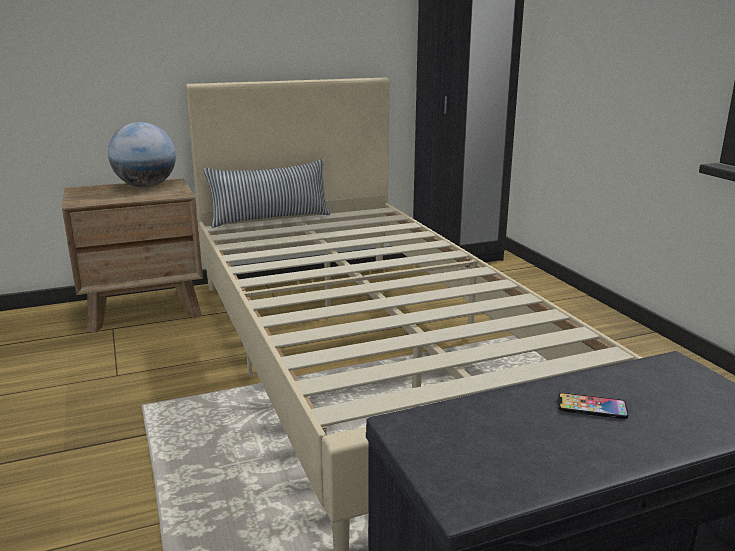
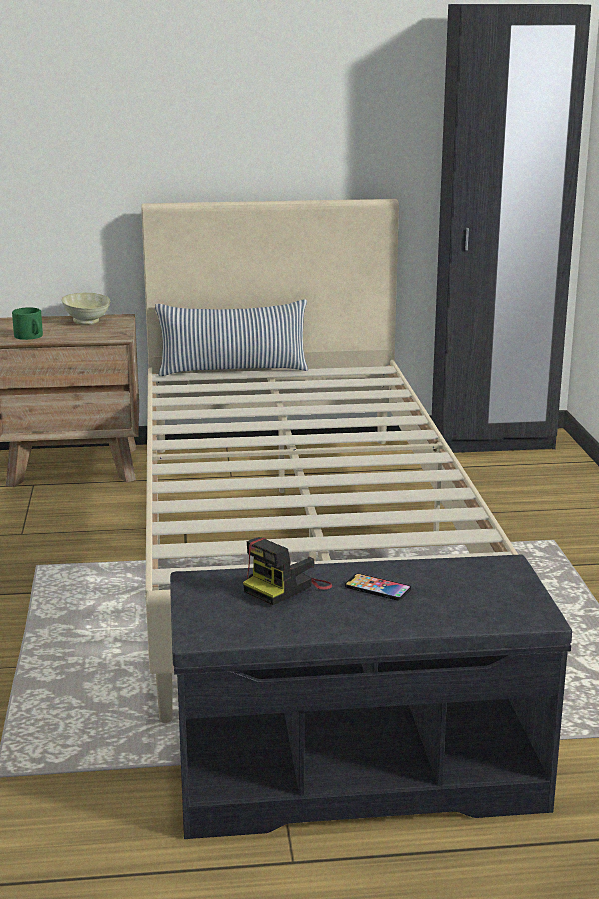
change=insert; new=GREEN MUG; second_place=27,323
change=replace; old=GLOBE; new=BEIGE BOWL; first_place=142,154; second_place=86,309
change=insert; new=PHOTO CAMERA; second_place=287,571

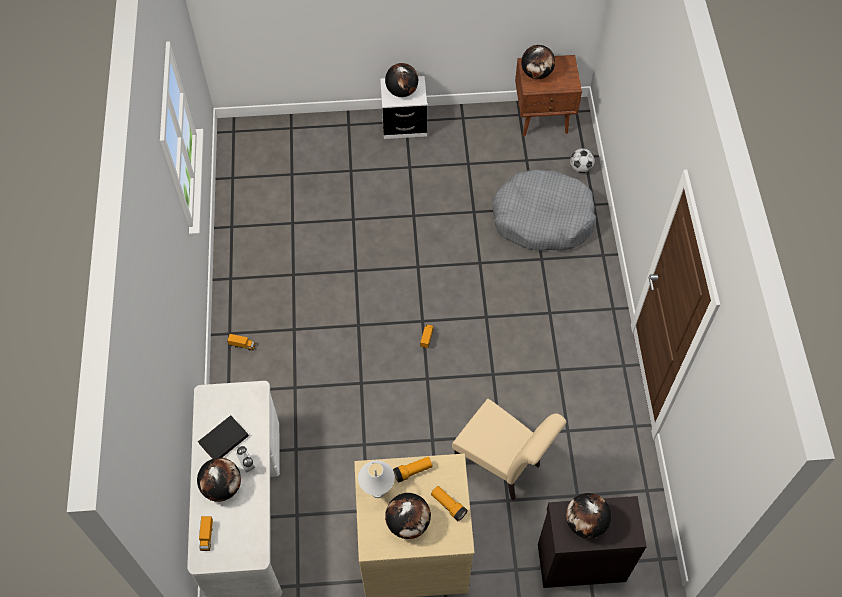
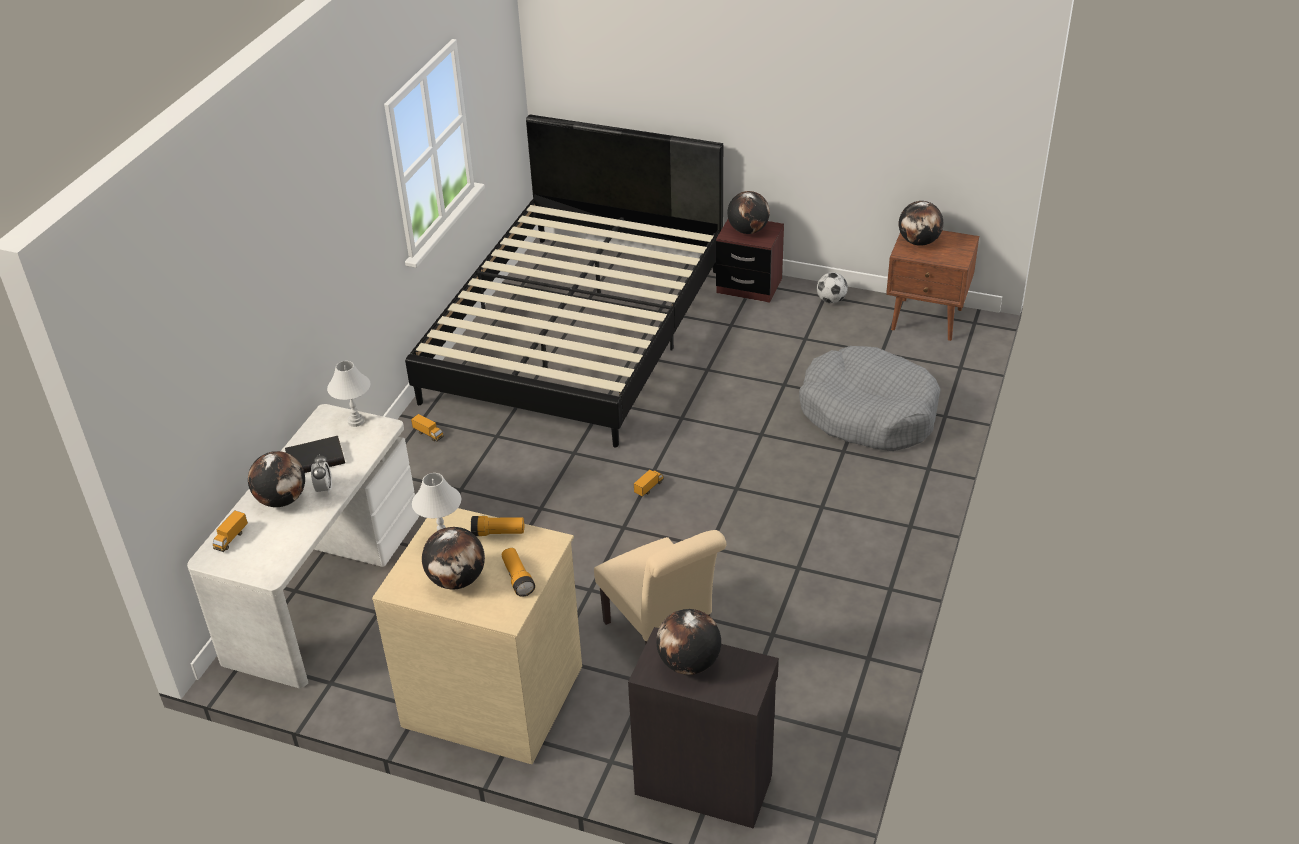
change=insert; new=WHITE TABLE LAMP; second_place=348,394
change=insert; new=BLACK BED; second_place=564,281
change=recolor; old=WHITE NIGHTSTAND; new=BROWN NIGHTSTAND; first_place=403,107; second_place=750,261
change=move; old=FOOTBALL; first_place=582,160; second_place=832,287

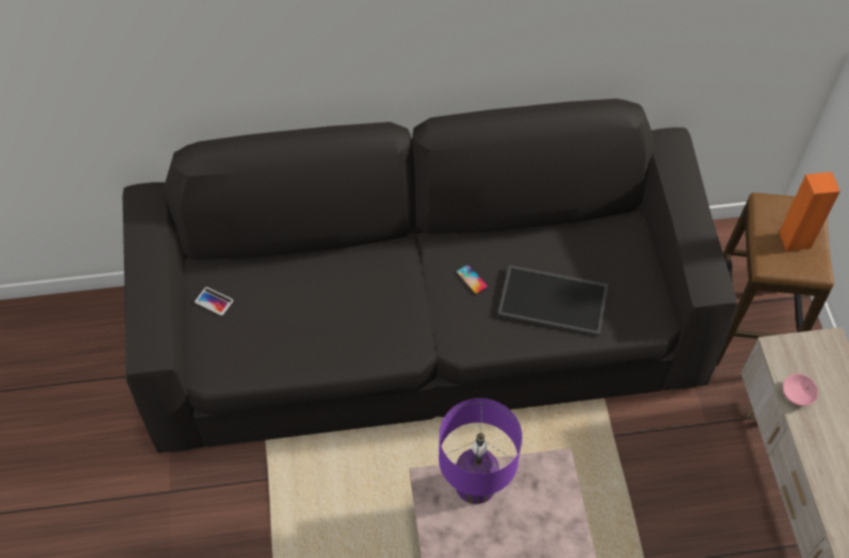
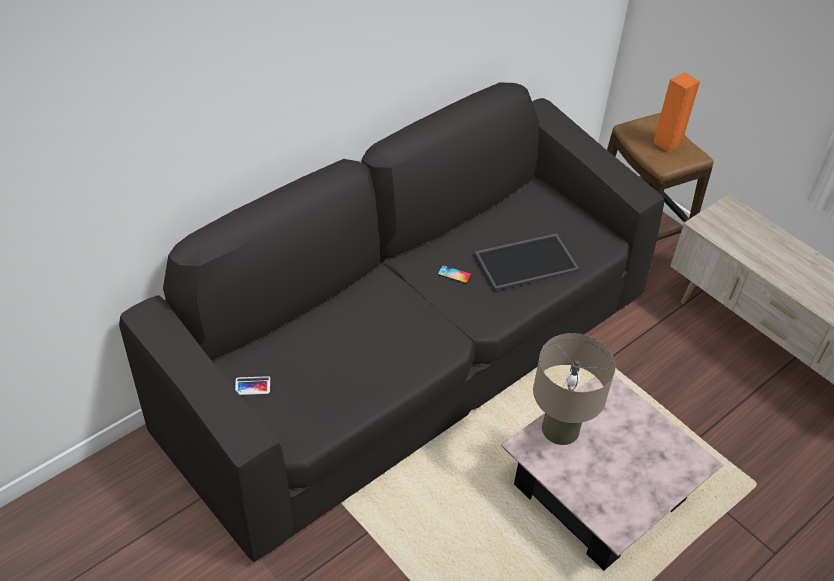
change=recolor; old=PURPLE TABLE LAMP; new=BEIGE TABLE LAMP; first_place=480,451; second_place=574,389
change=delete; old=PINK BOWL; first_place=800,389

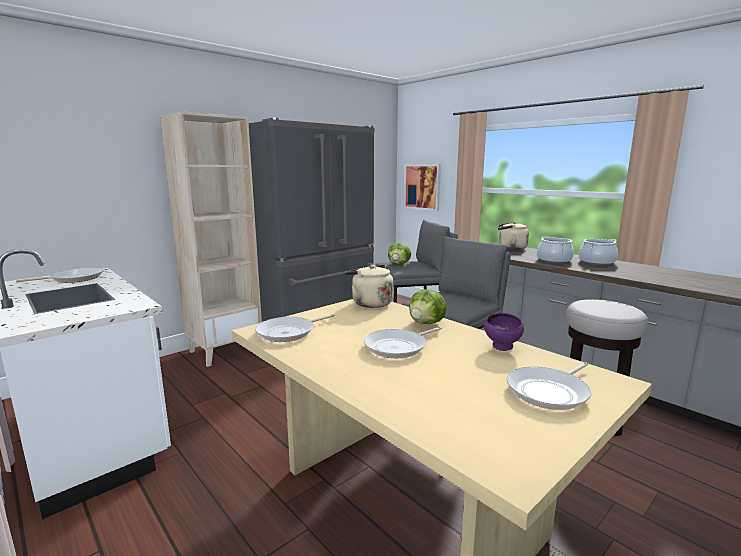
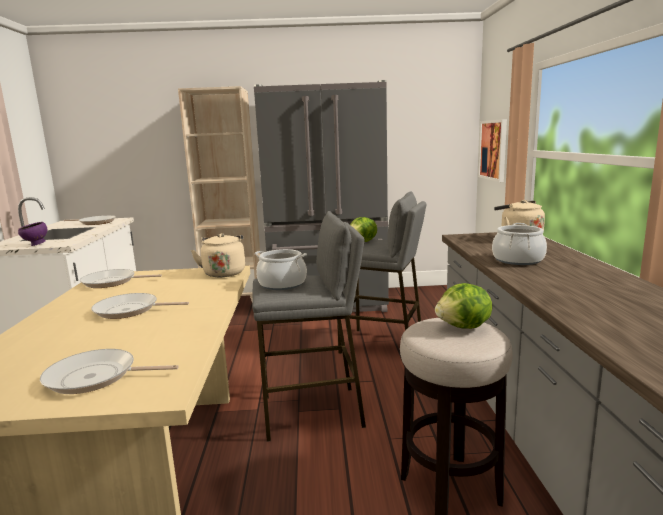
change=move; old=PURPLE BOWL; first_place=504,332; second_place=32,234
change=move; old=COOKING POT; first_place=598,252; second_place=281,269
change=move; old=LETTUCE; first_place=428,306; second_place=463,306

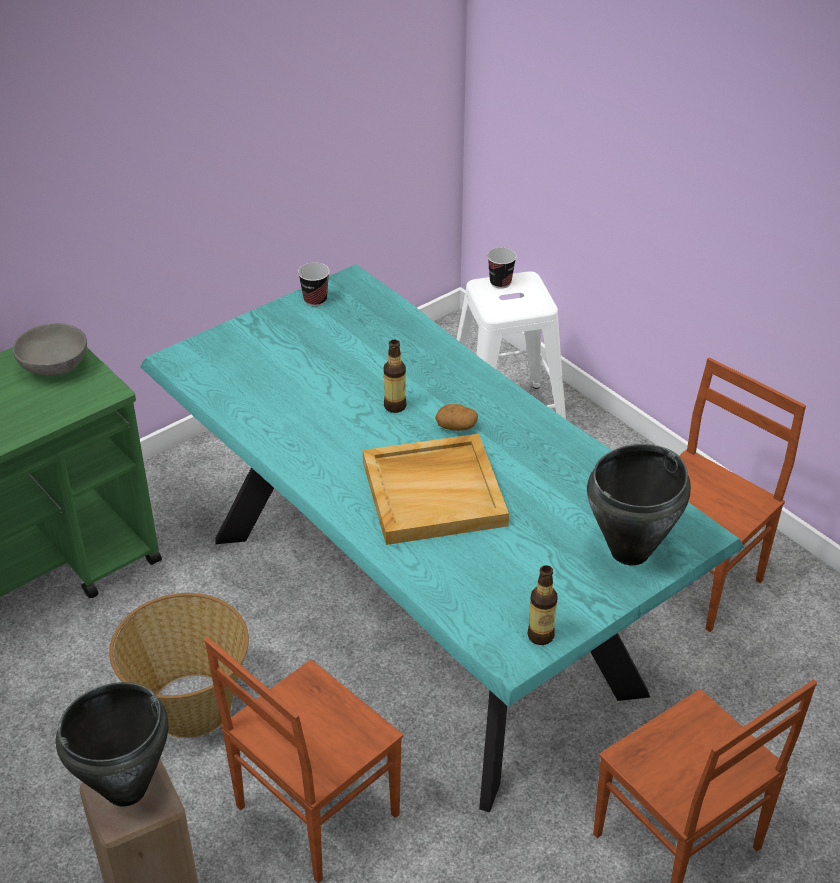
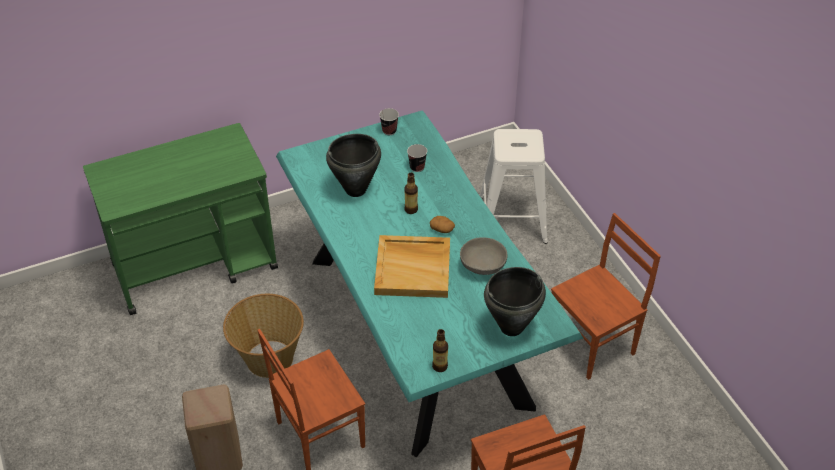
change=move; old=BLACK COOKING POT; first_place=112,744; second_place=353,165
change=move; old=CUP; first_place=502,268; second_place=417,158
change=move; old=GREY BOWL; first_place=50,349; second_place=483,256

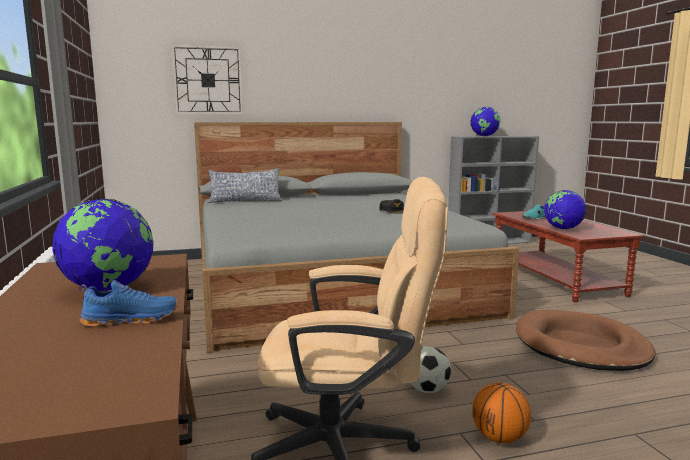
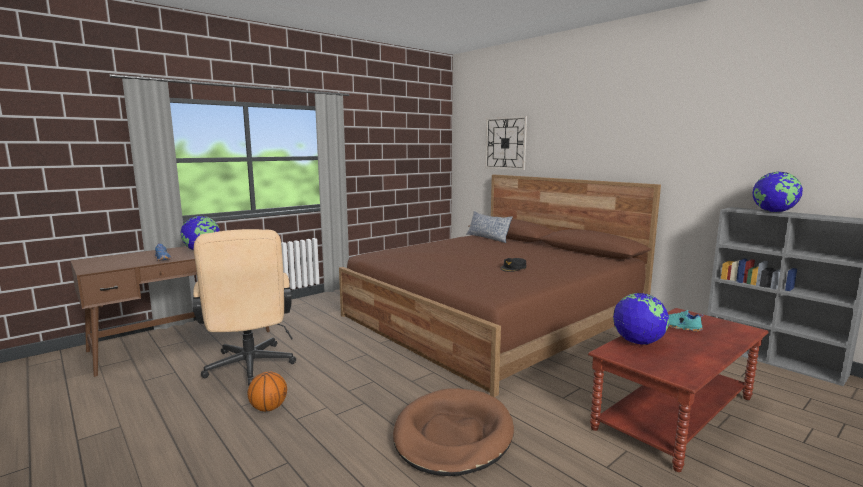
change=recolor; old=GREY BED; new=BROWN BED; first_place=356,237; second_place=500,286
change=delete; old=FOOTBALL; first_place=430,369

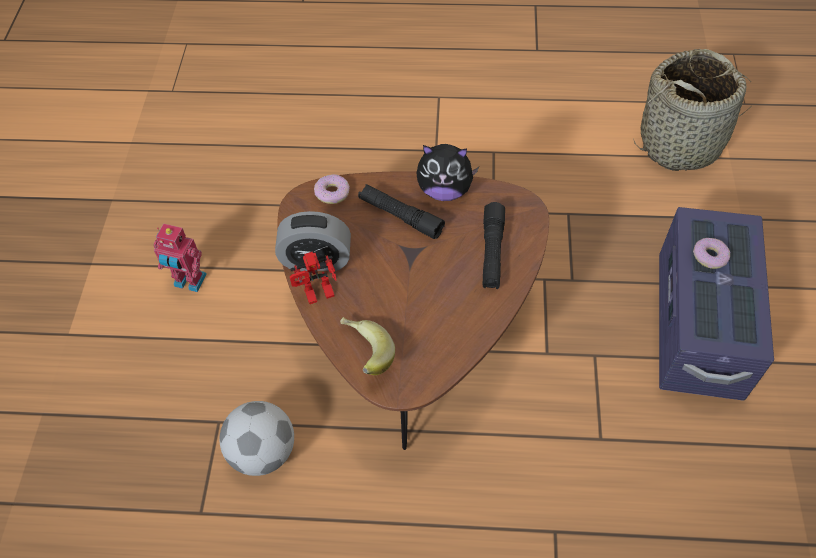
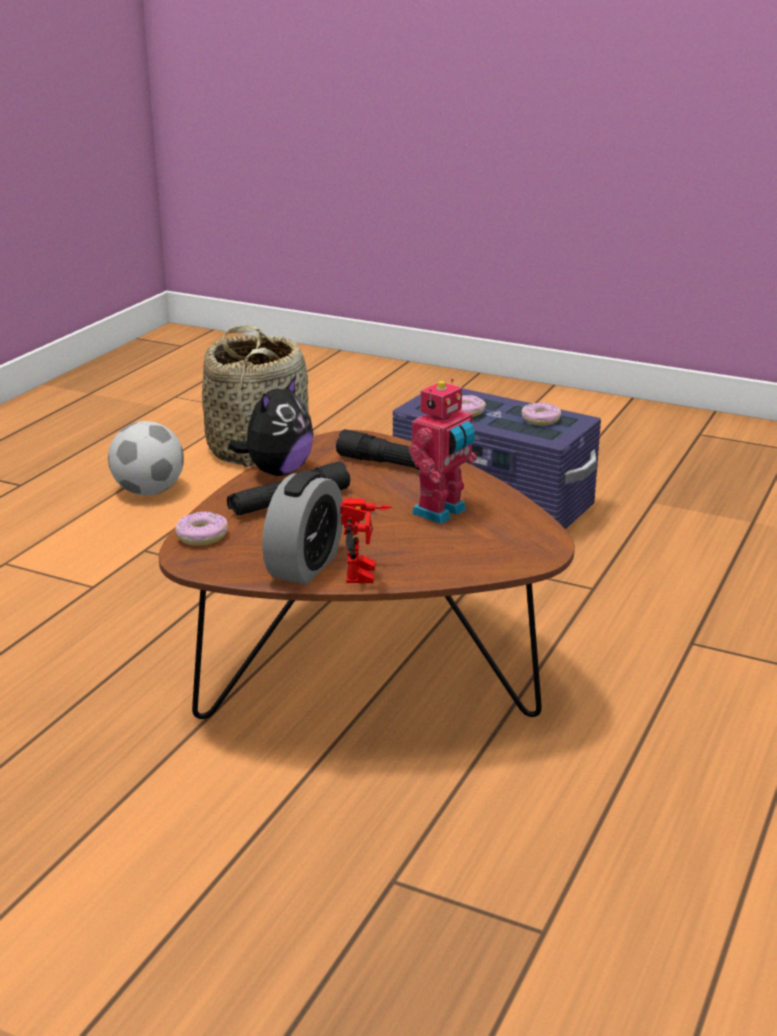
change=move; old=FOOTBALL; first_place=256,438; second_place=146,458
change=move; old=TOY ROBOT; first_place=180,257; second_place=443,451
change=insert; new=DONUT; second_place=541,414
change=delete; old=BANANA; first_place=367,346

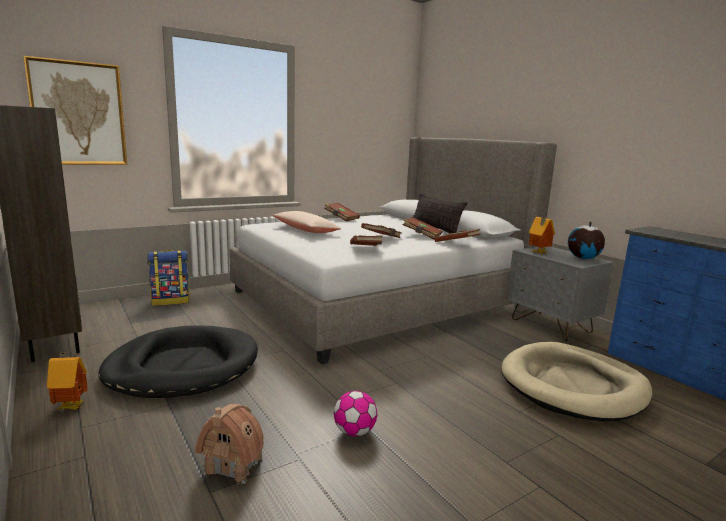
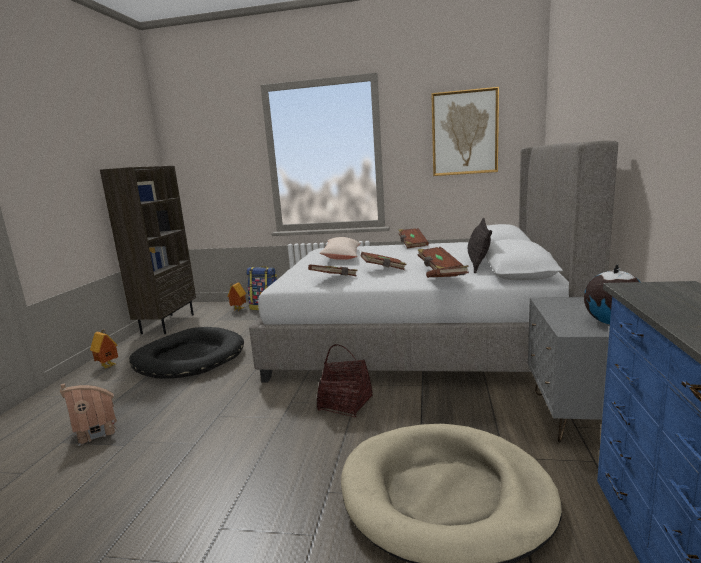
change=move; old=TOY HOUSE; first_place=542,236; second_place=236,297
change=insert; new=BASKET; second_place=345,380
change=move; old=PICTURE; first_place=75,110; second_place=465,131
change=delete; old=FOOTBALL; first_place=355,414

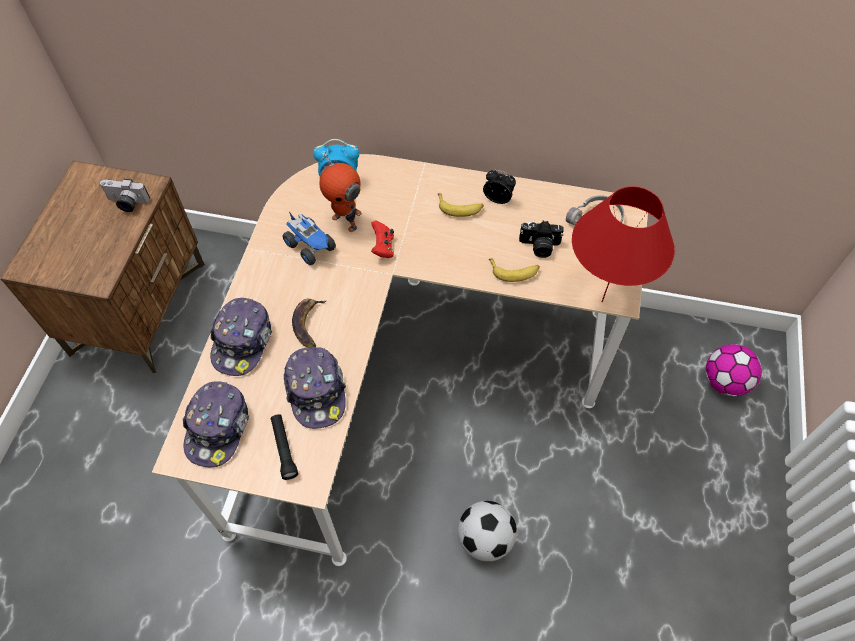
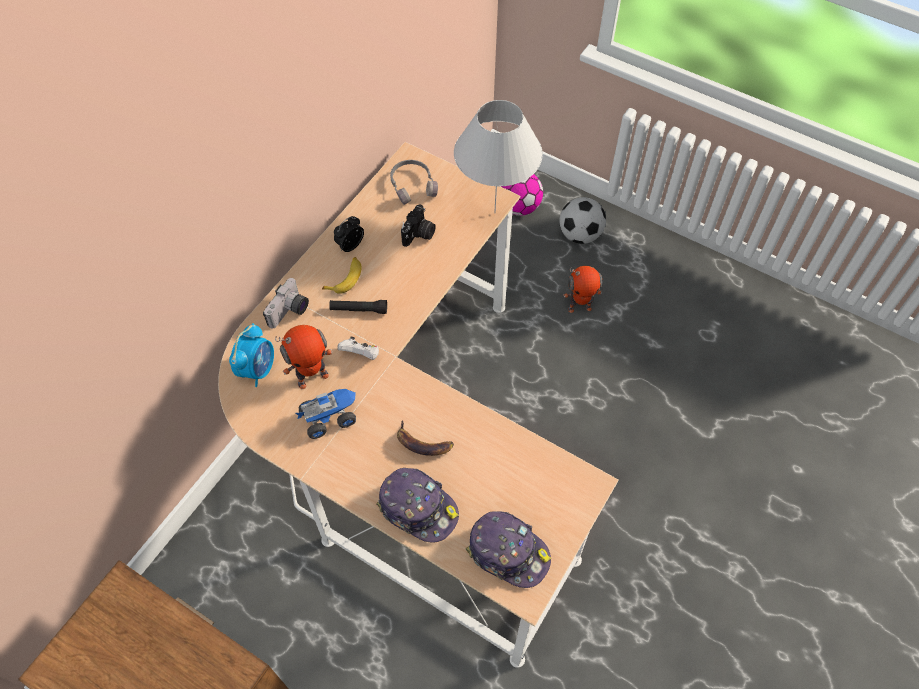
change=move; old=PHOTO CAMERA; first_place=125,195; second_place=286,303
change=move; old=BLACK FLASHLIGHT; first_place=284,447; second_place=358,307
change=recolor; old=RED GAME CONTROLLER; new=WHITE GAME CONTROLLER; first_place=382,239; second_place=358,348
change=recolor; old=RED TABLE LAMP; new=WHITE TABLE LAMP; first_place=623,244; second_place=498,156
change=move; old=FOOTBALL; first_place=487,531; second_place=582,220
change=insert; new=TOY ROBOT; second_place=582,289
change=delete; old=CAP; first_place=315,388
change=delete; old=BANANA; first_place=514,270

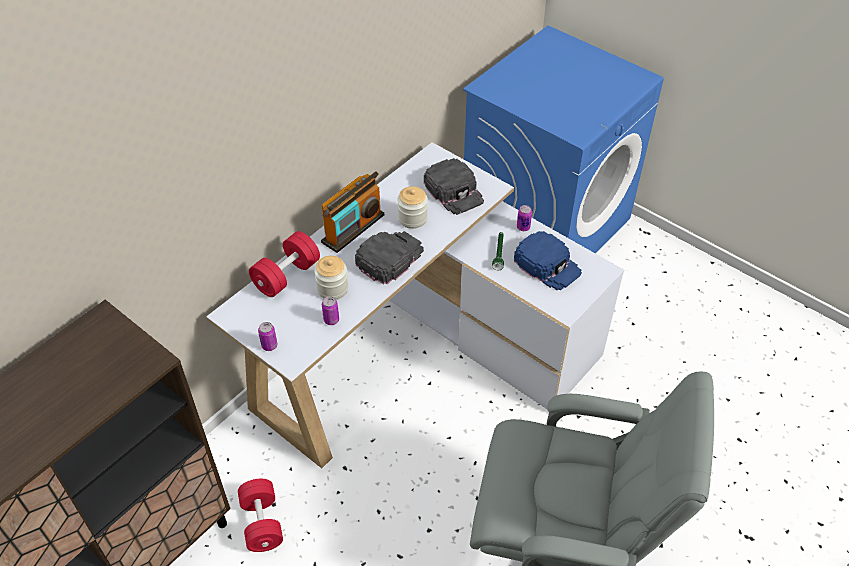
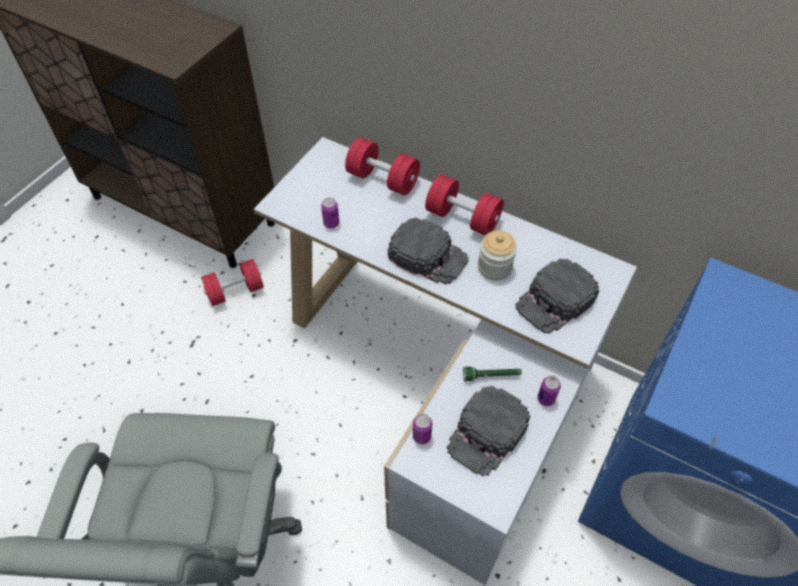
change=move; old=CAN; first_place=267,336; second_place=422,429
change=replace; old=RADIO; new=RED DUMBBELL; first_place=352,212; second_place=464,205
change=recolor; old=BLUE CAP; new=BLACK CAP; first_place=548,261; second_place=488,431
change=delete; old=JAR; first_place=331,278

